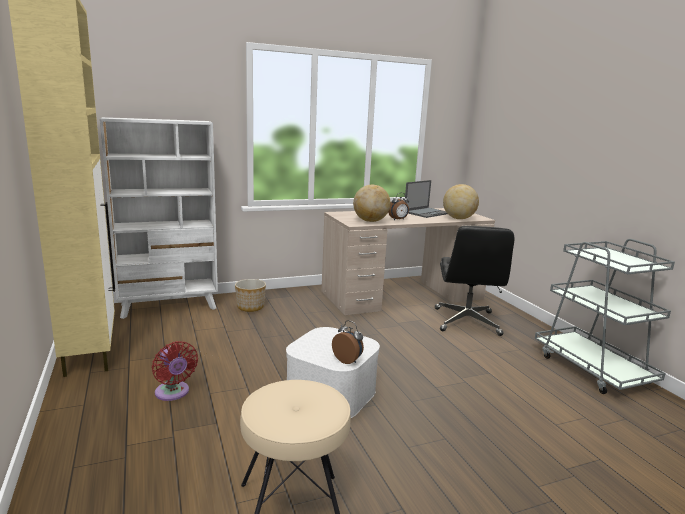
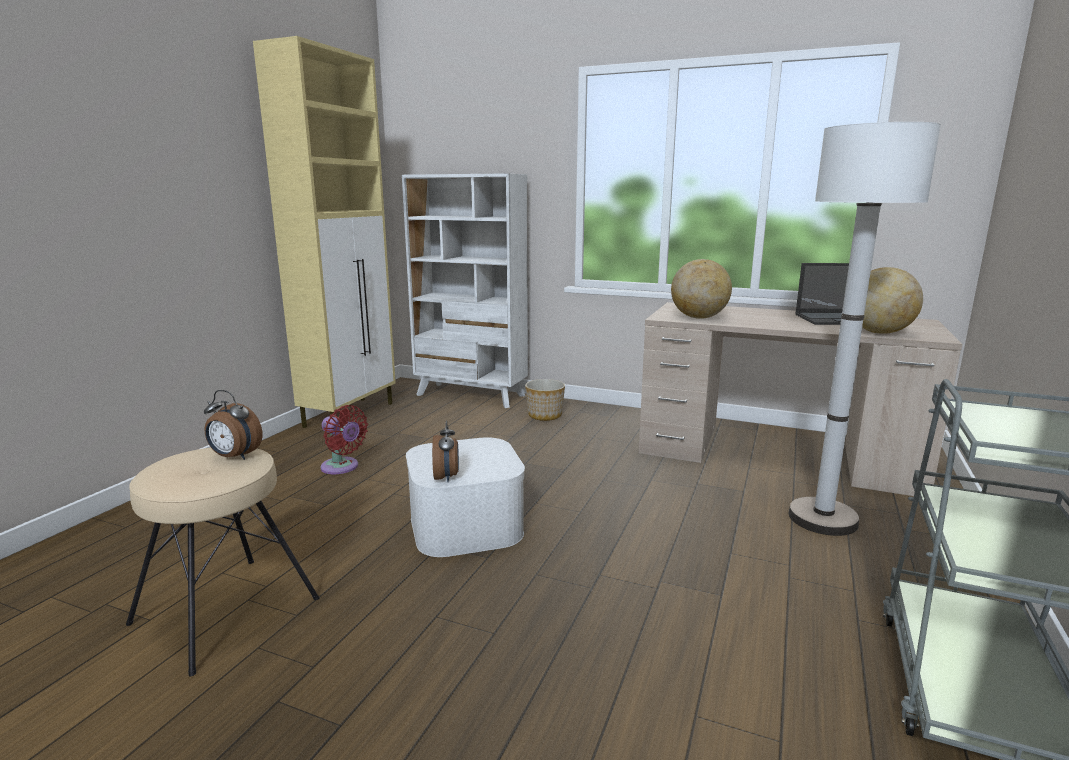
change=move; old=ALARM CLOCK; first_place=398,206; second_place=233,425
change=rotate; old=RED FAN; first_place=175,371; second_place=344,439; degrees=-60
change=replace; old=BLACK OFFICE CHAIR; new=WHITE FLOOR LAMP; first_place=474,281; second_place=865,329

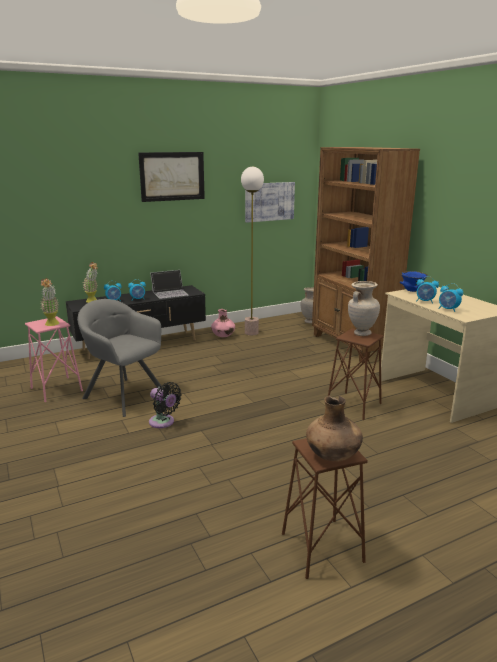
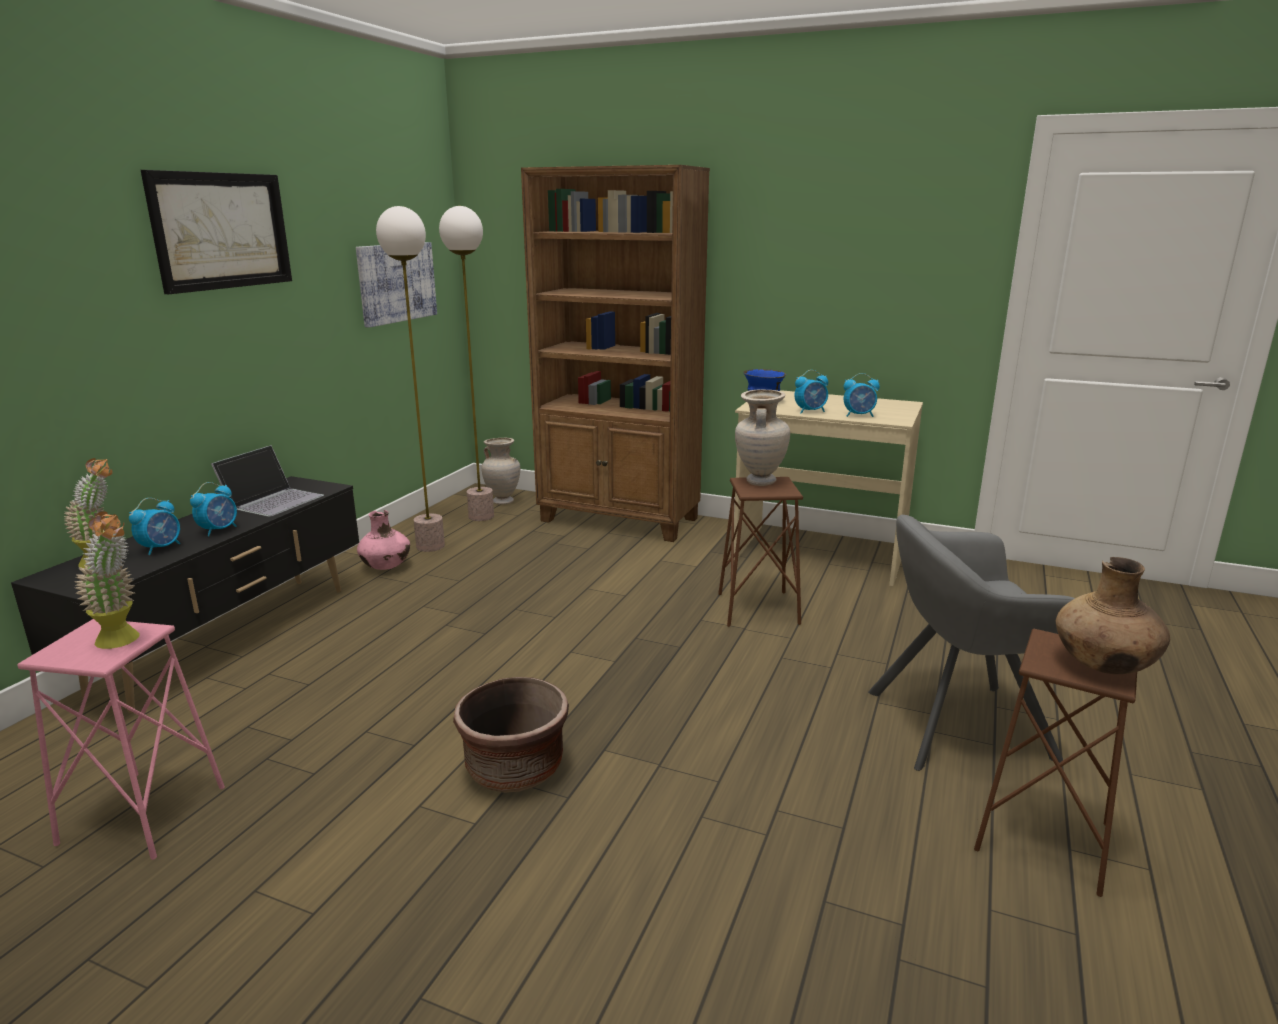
change=insert; new=FLOOR LAMP; second_place=466,363
change=replace; old=BLACK FAN; new=BROWN PLANTER; first_place=165,405; second_place=511,735
change=move; old=GREY ARMCHAIR; first_place=120,358; second_place=971,643

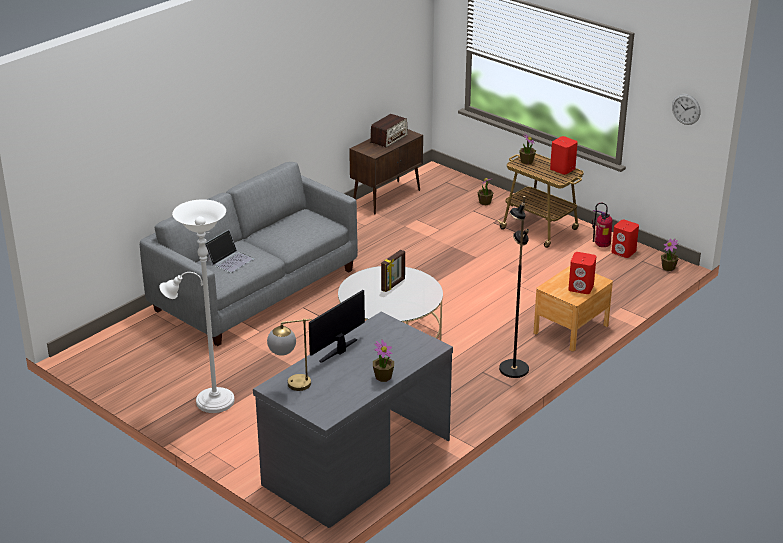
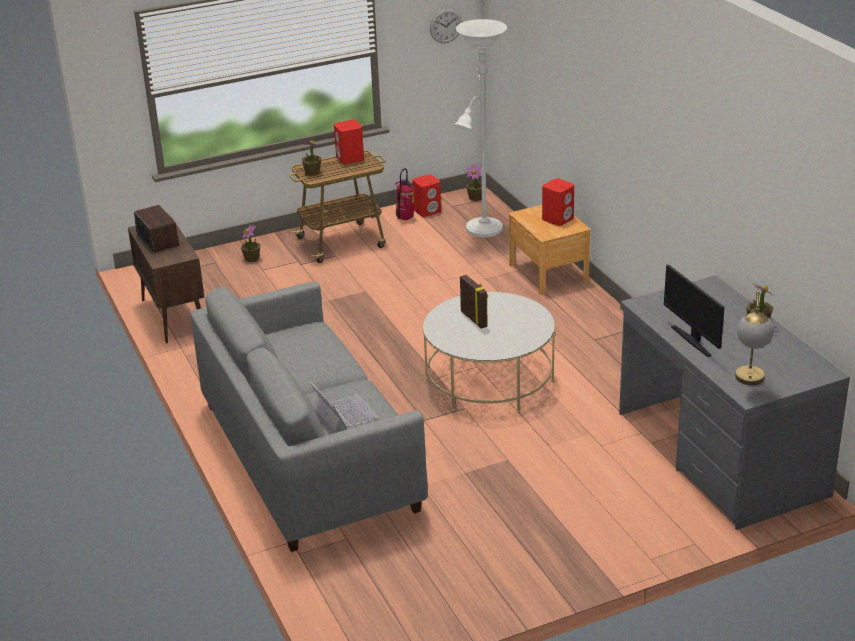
change=move; old=WHITE FLOOR LAMP; first_place=197,306; second_place=480,128
change=delete; old=BLACK FLOOR LAMP; first_place=514,287

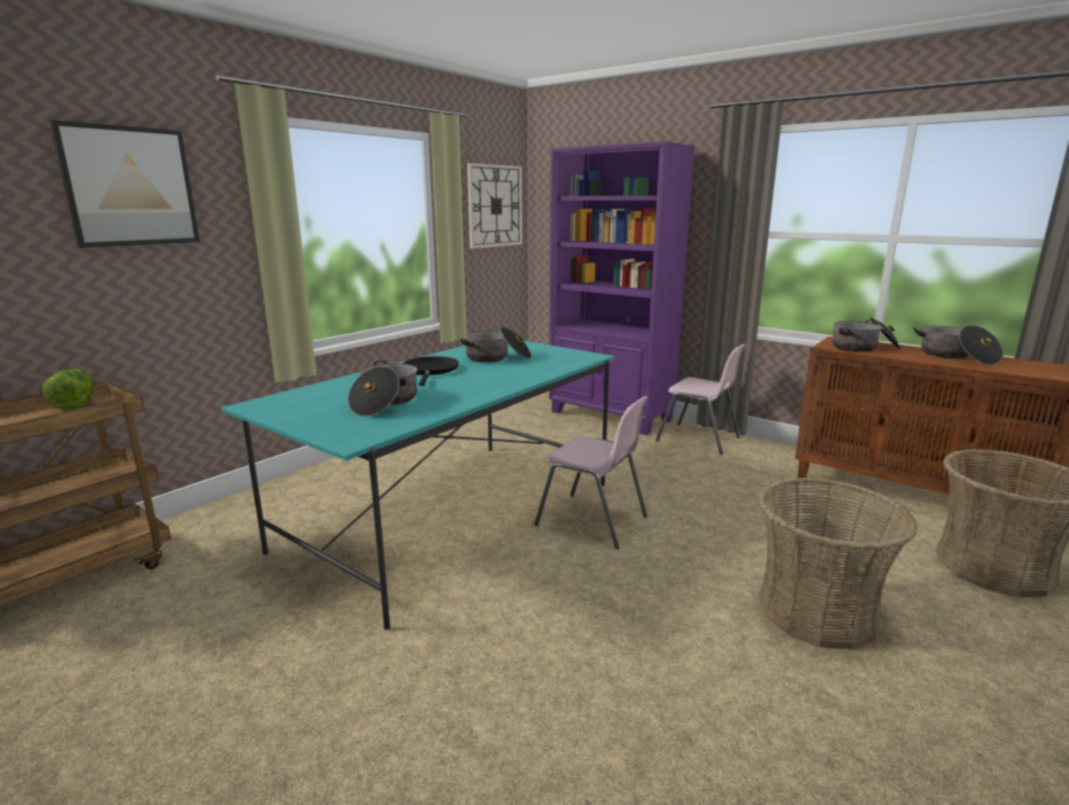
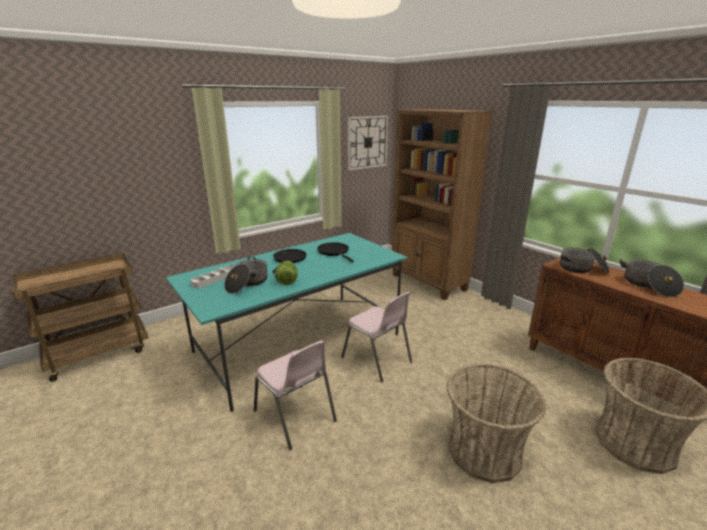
change=insert; new=GREY TRAY; second_place=212,277
change=move; old=PINK CHAIR; first_place=701,399; second_place=295,395
change=move; old=LETTUCE; first_place=68,389; second_place=286,273
change=replace; old=COOKING POT; new=BLACK FRYING PAN; first_place=496,344; second_place=335,252
change=recolor; old=PURPLE BOOKCASE; new=BROWN BOOKCASE; first_place=622,288; second_place=442,204
change=delete; old=PICTURE; first_place=125,184

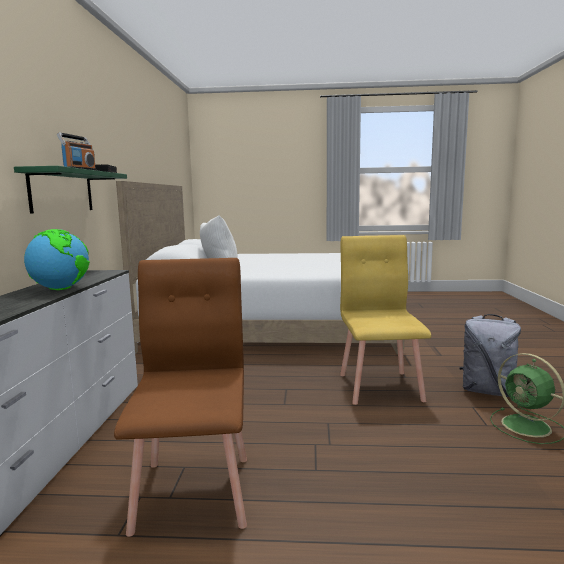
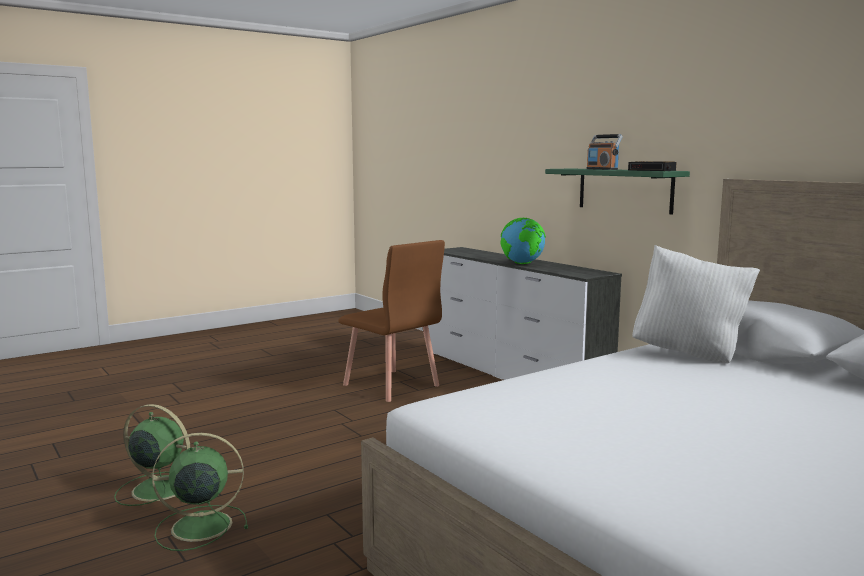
change=replace; old=GREY BACKPACK; new=GREEN FAN; first_place=490,355; second_place=200,492
change=delete; old=YELLOW CHAIR; first_place=385,320

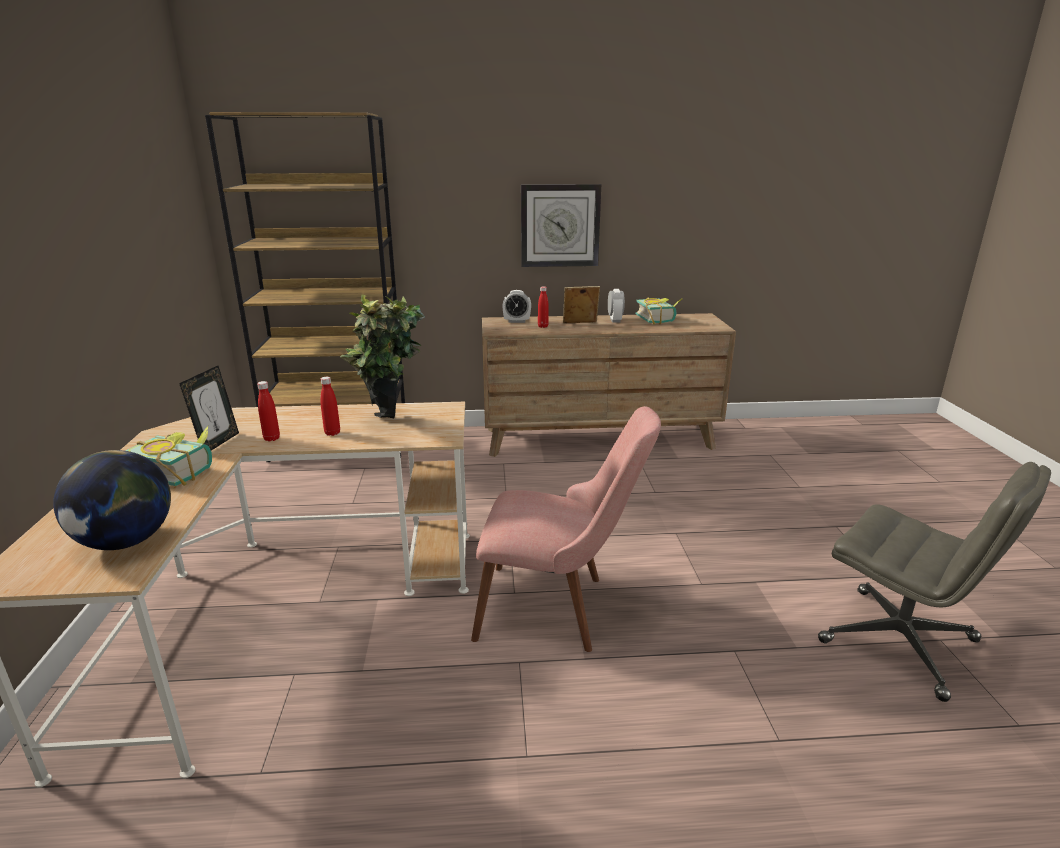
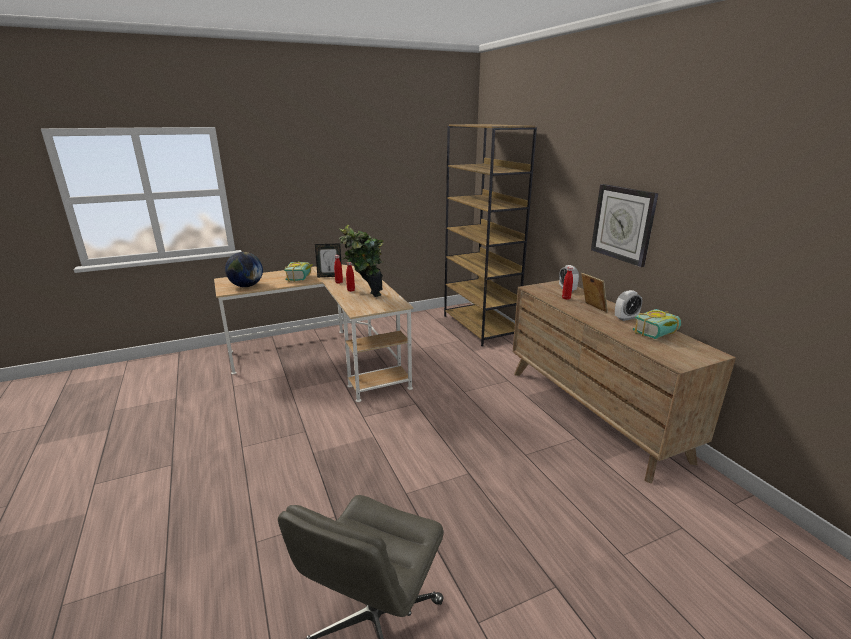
change=delete; old=PINK CHAIR; first_place=566,529

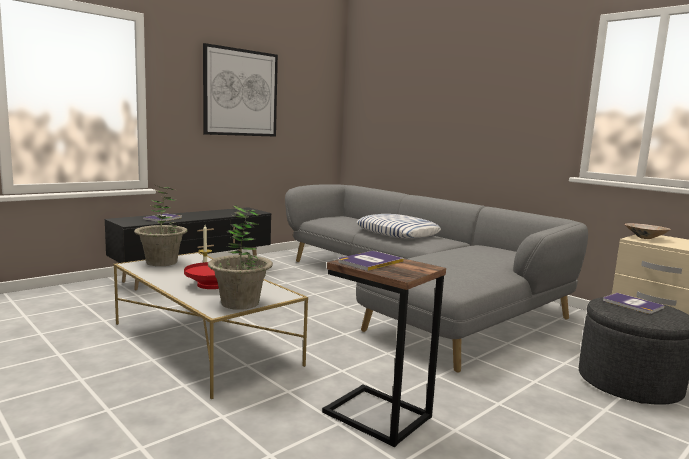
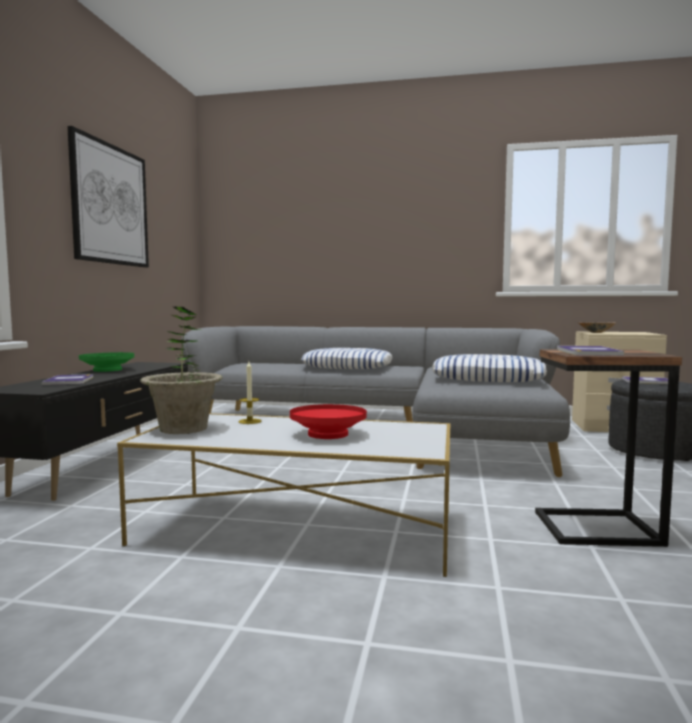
change=insert; new=GREEN BOWL; second_place=106,362
change=insert; new=PILLOW; second_place=489,368
change=delete; old=POTTED PLANT; first_place=240,257

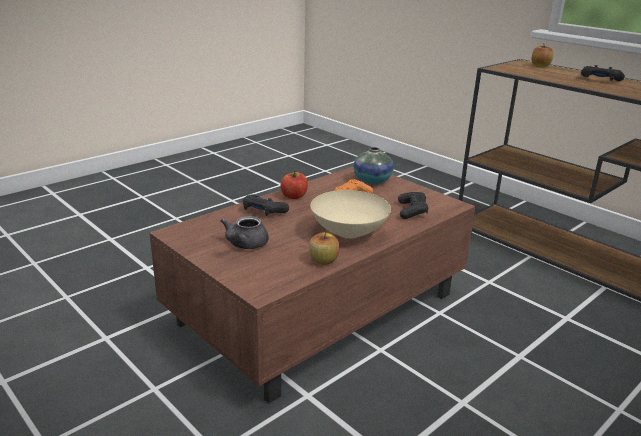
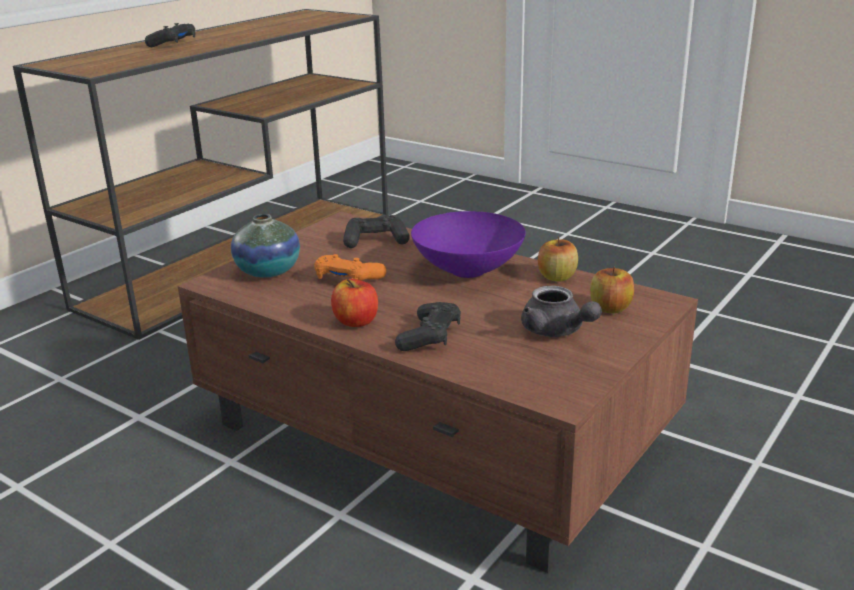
change=recolor; old=BEIGE BOWL; new=PURPLE BOWL; first_place=350,214; second_place=468,244
change=rotate; old=GREY TEAPOT; first_place=245,232; second_place=561,311; degrees=45
change=move; old=APPLE; first_place=543,56; second_place=612,290

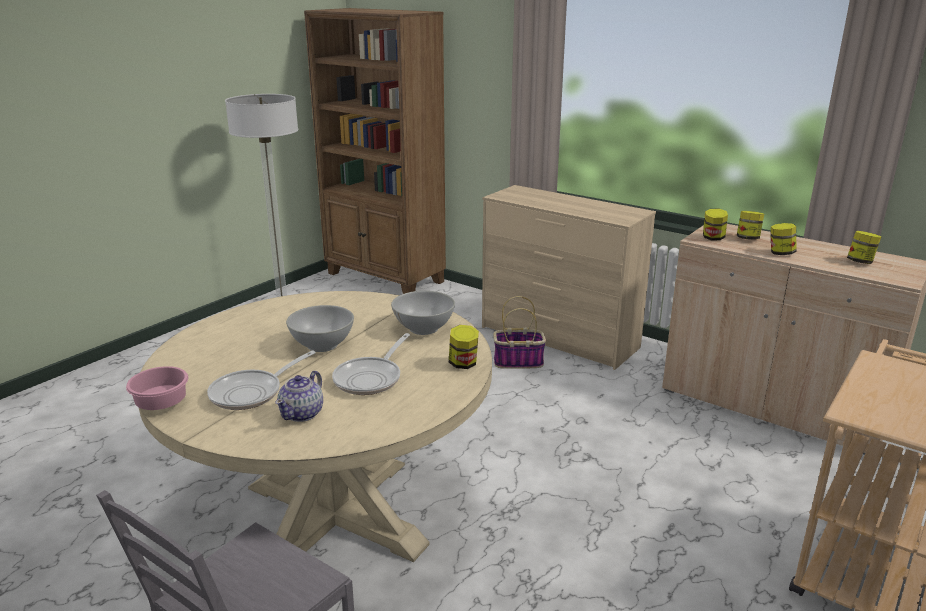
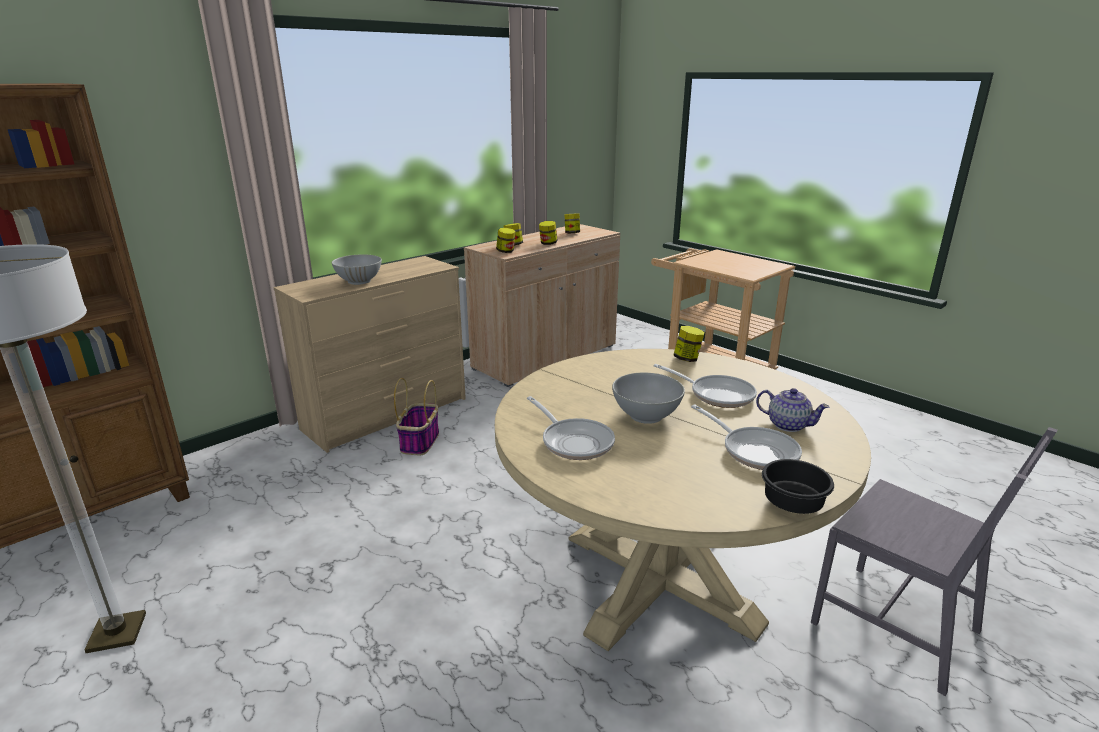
change=move; old=WHITE BOWL; first_place=423,313; second_place=357,269
change=insert; new=FRYING PAN; second_place=571,428
change=recolor; old=PINK BOWL; new=BLACK BOWL; first_place=157,388; second_place=798,486

